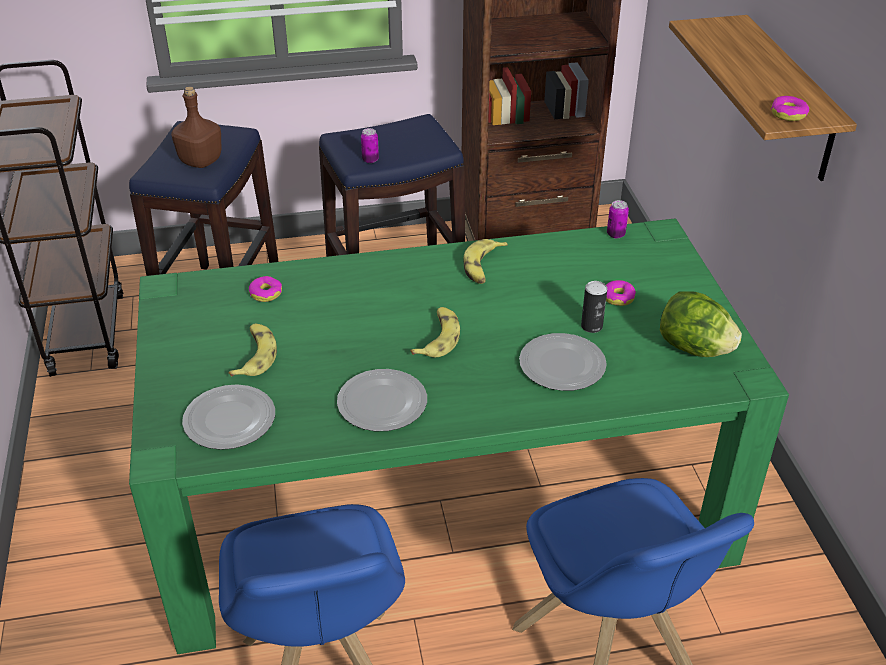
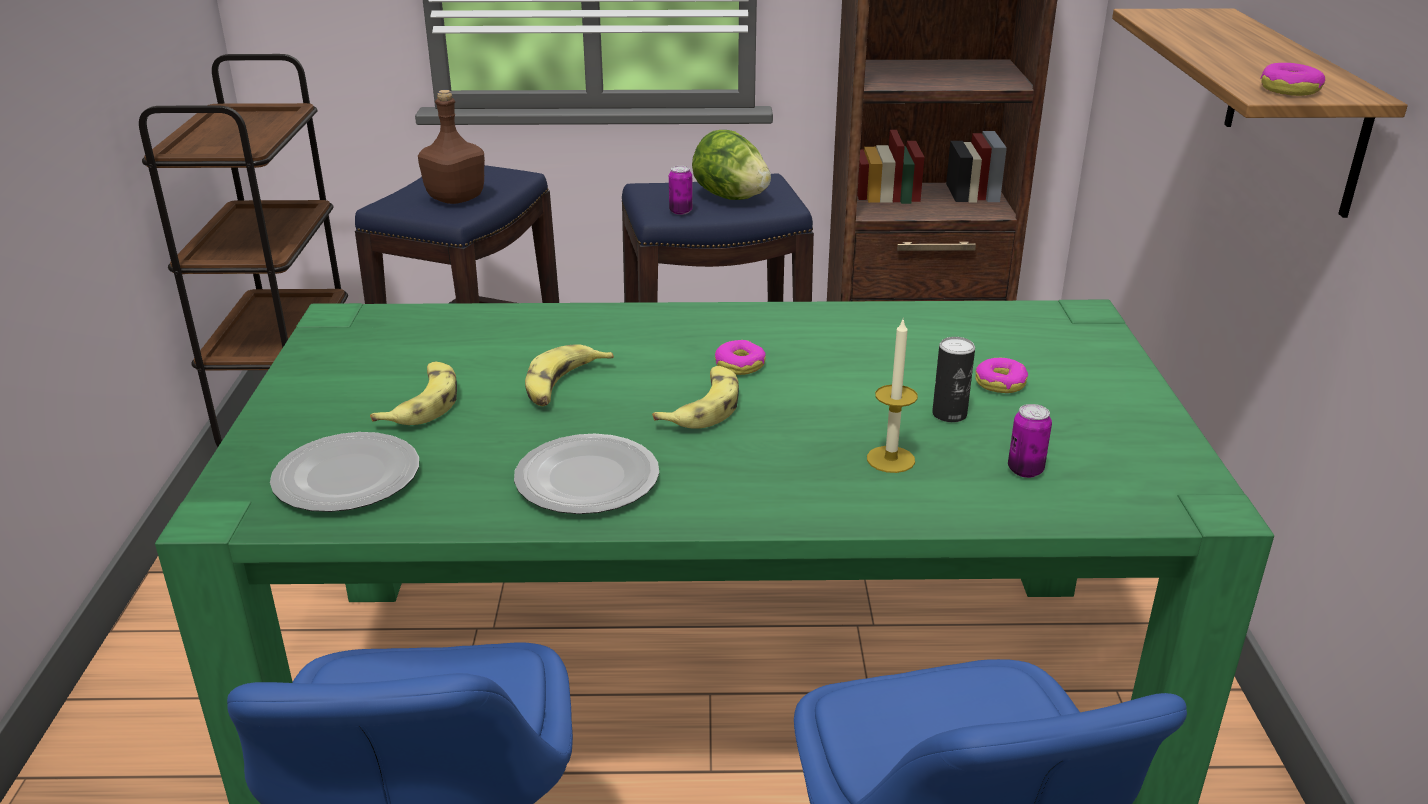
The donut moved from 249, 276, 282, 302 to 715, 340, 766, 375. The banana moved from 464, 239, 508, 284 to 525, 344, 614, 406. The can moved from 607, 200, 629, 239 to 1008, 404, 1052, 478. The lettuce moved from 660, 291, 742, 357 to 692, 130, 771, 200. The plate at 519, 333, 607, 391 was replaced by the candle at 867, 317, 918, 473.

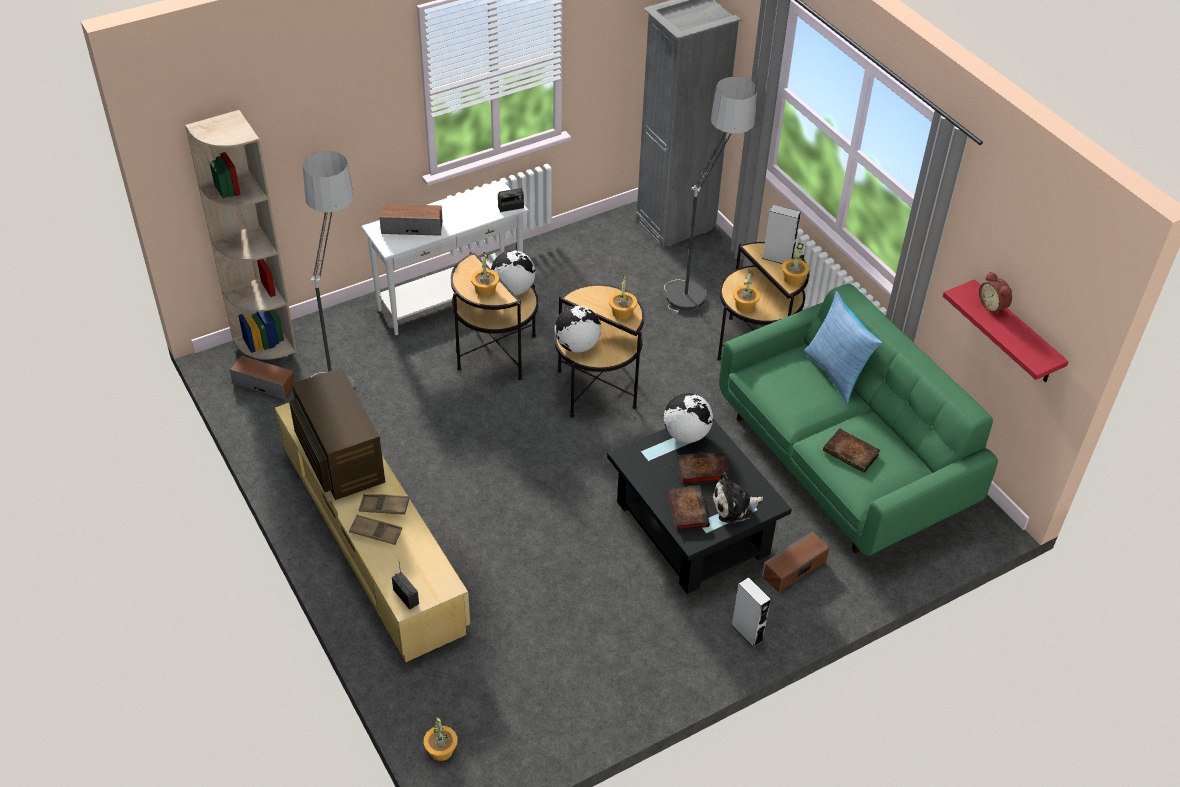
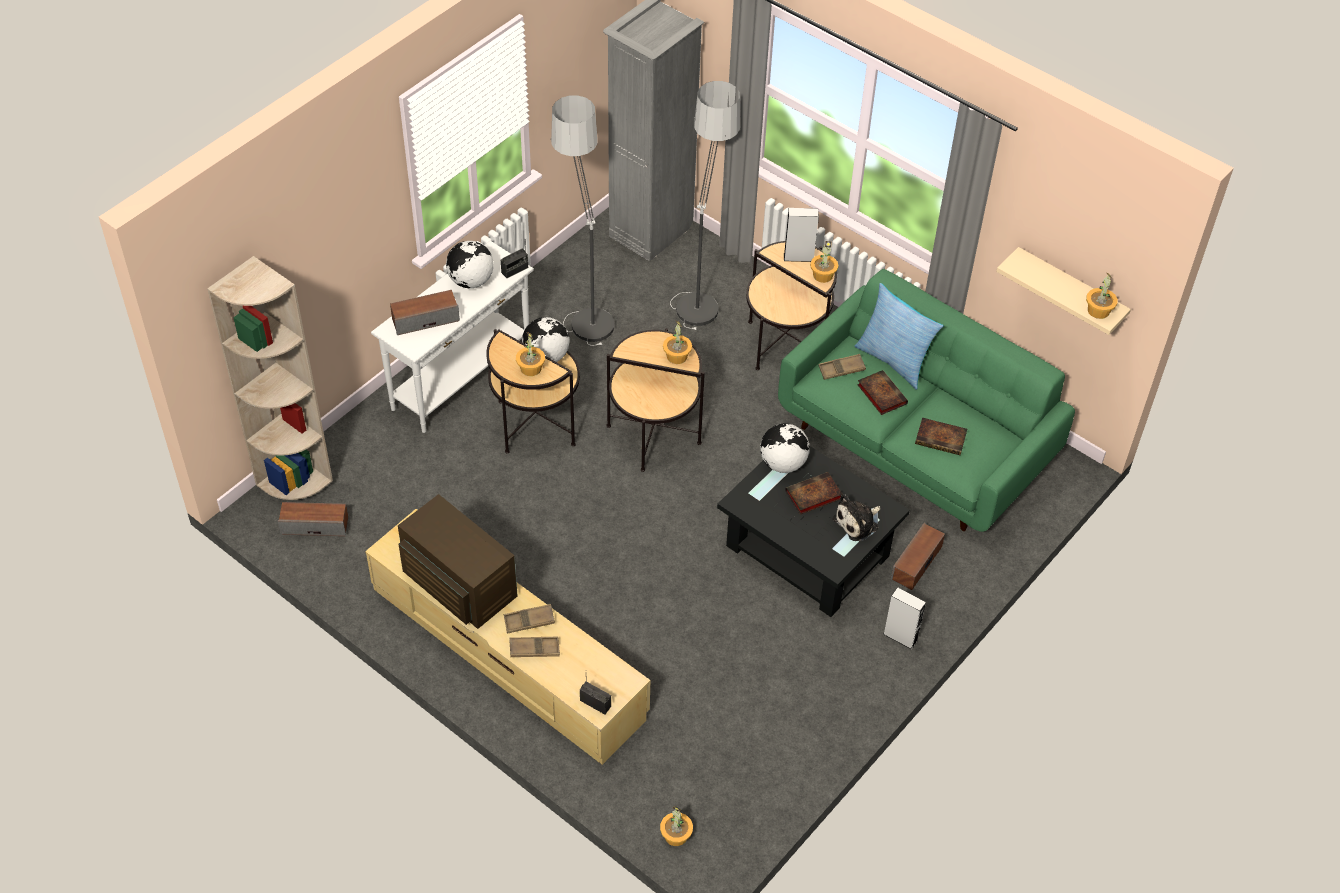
The alarm clock at 979, 272, 1012, 315 disappeared. The tray (brown) at 818, 354, 866, 380 appeared. The floor lamp moved from 303, 151, 355, 390 to 550, 95, 614, 346. The globe moved from 555, 306, 601, 353 to 446, 241, 494, 288. The book moved from 668, 485, 710, 530 to 857, 370, 908, 415. The potted plant moved from 733, 269, 760, 312 to 1086, 272, 1118, 319. The shelf (red) at 943, 279, 1069, 382 became the shelf (beige) at 996, 247, 1131, 335.

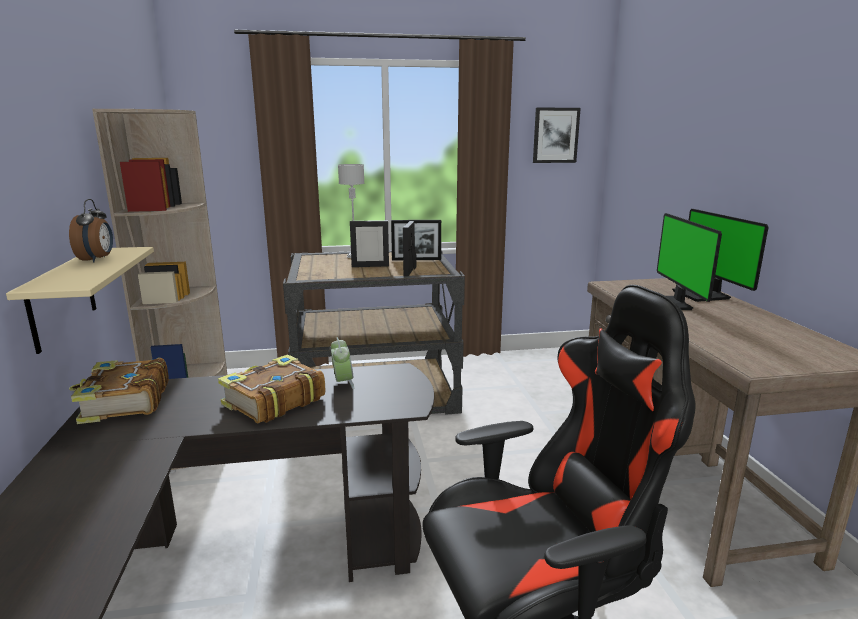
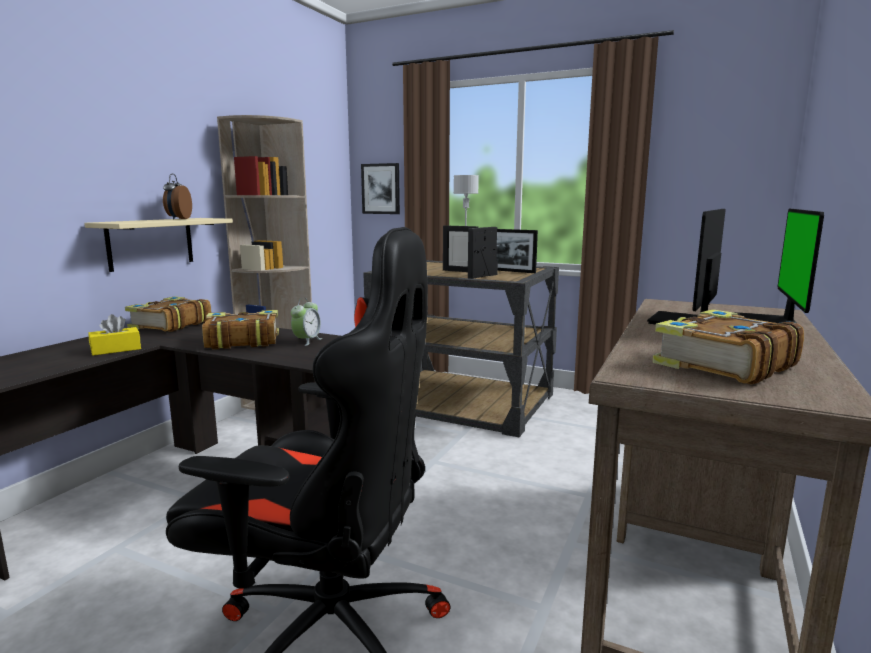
The tissue box (yellow) at 88, 314, 141, 356 appeared. The book at 652, 309, 804, 385 appeared. The picture moved from 533, 108, 581, 163 to 361, 163, 400, 214. The alarm clock at 69, 199, 113, 263 turned 150 degrees clockwise.

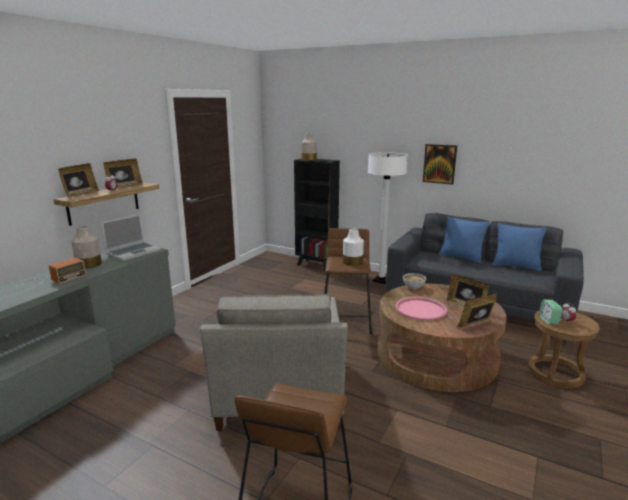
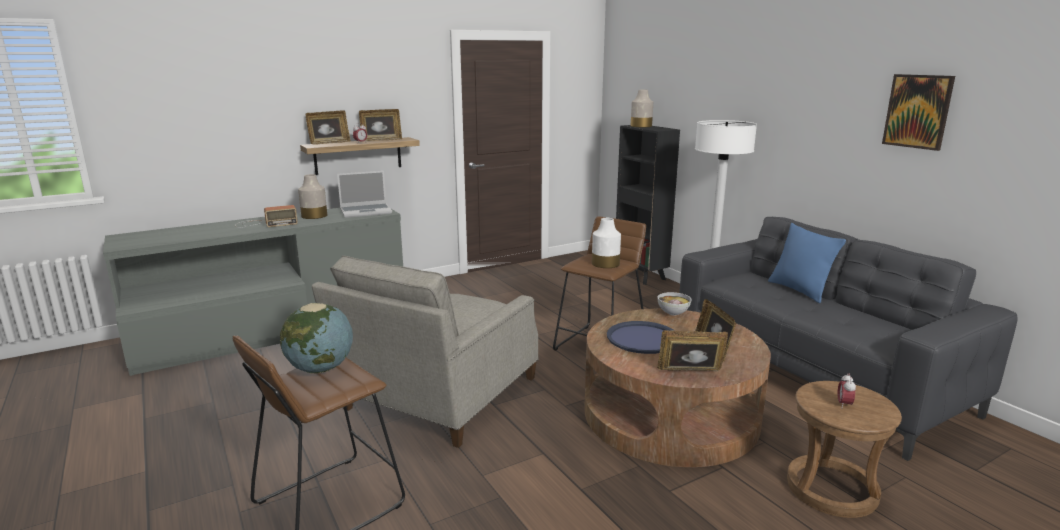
The pillow (blue) at 492, 223, 547, 271 disappeared. The alarm clock at 539, 300, 562, 324 disappeared. The globe at 280, 303, 353, 374 appeared. The picture moved from 423, 144, 457, 185 to 882, 74, 955, 151. The tray (pink) at 395, 297, 447, 321 became the tray (blue) at 607, 321, 675, 354.

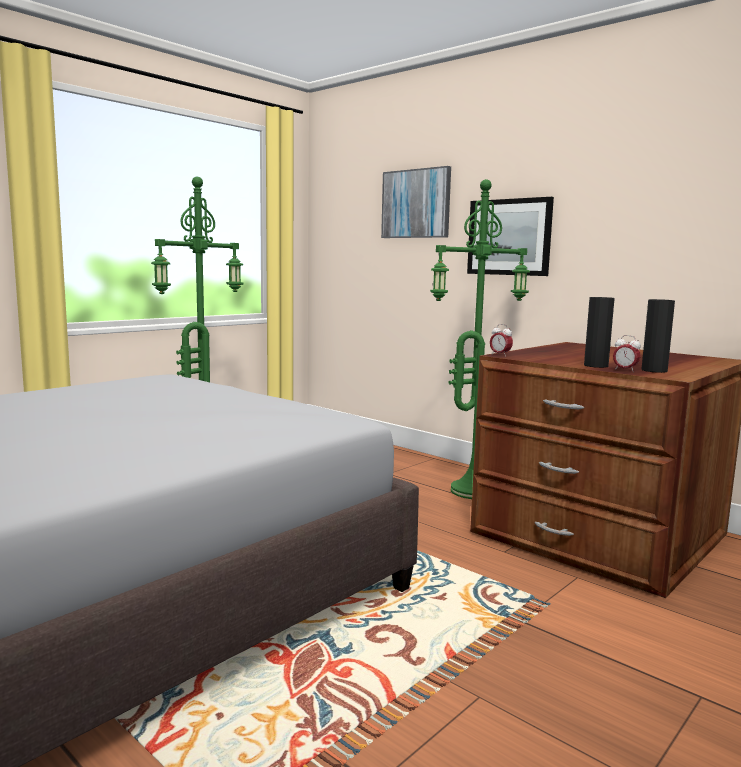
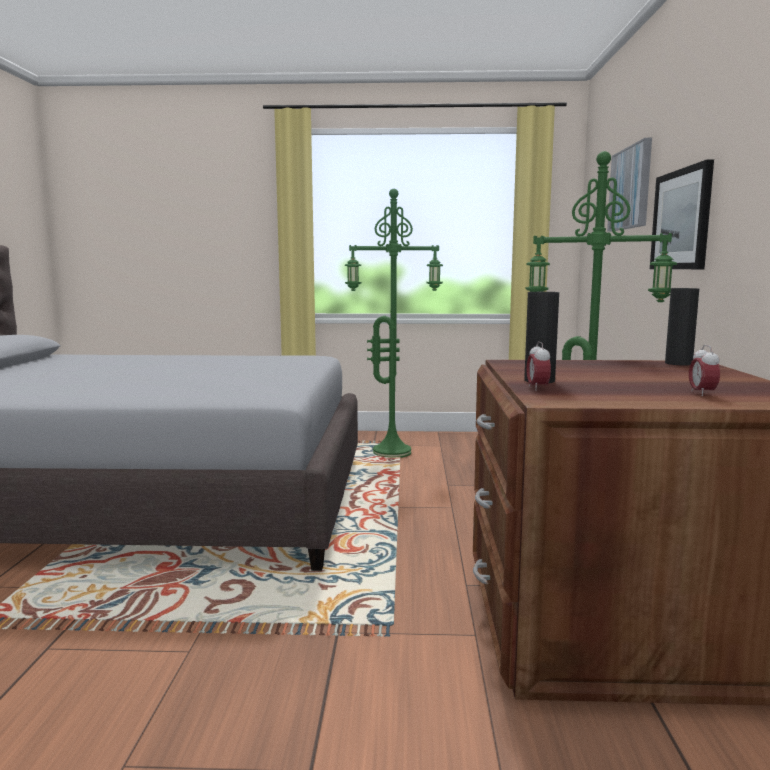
The alarm clock moved from 490, 324, 513, 357 to 689, 345, 720, 396. The vase (black) moved from 642, 299, 675, 373 to 665, 288, 699, 366.

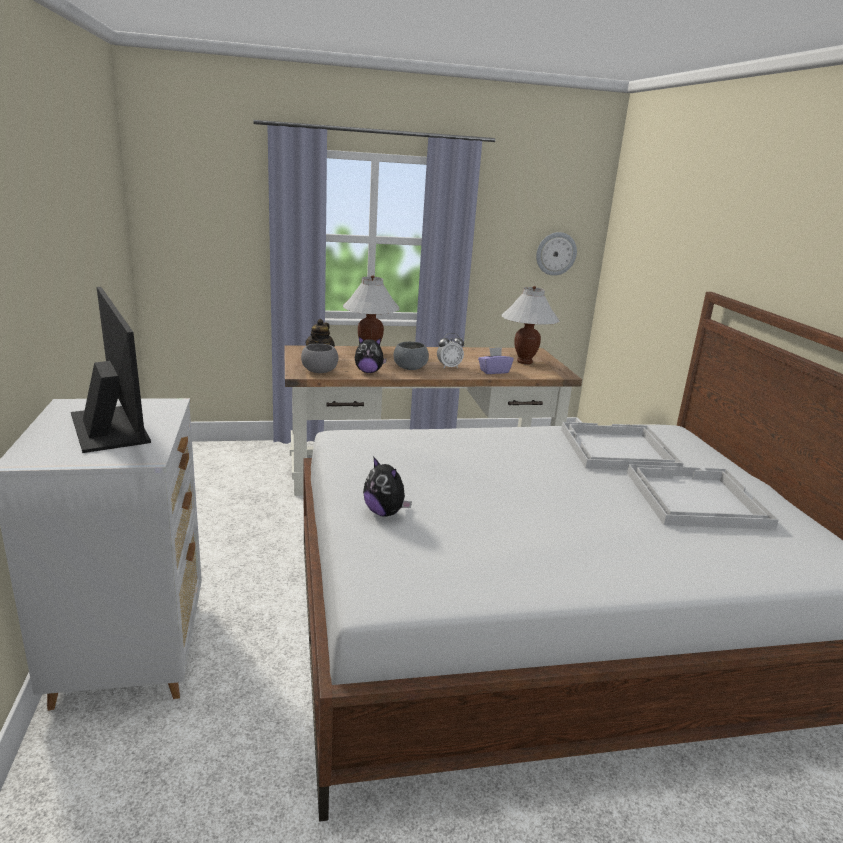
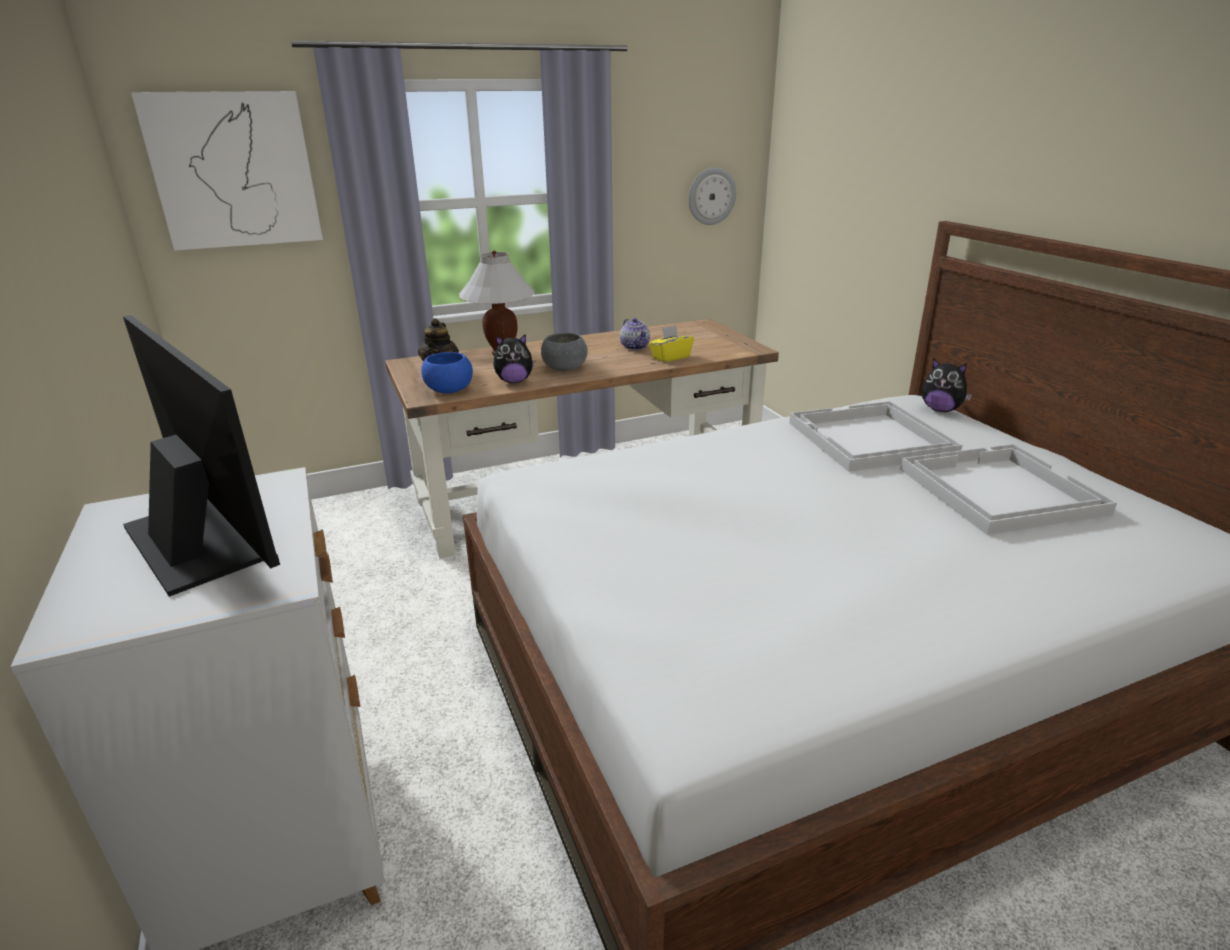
The alarm clock at 437, 333, 464, 369 disappeared. The table lamp (white) at 502, 286, 559, 364 disappeared. The picture at 131, 91, 323, 251 appeared. The teapot at 620, 318, 650, 350 appeared. The plush toy moved from 363, 456, 412, 517 to 922, 358, 973, 412. The bowl (grey) at 301, 344, 338, 373 became the bowl (blue) at 421, 352, 473, 393. The tissue box (purple) at 478, 347, 514, 374 became the tissue box (yellow) at 649, 326, 694, 362.

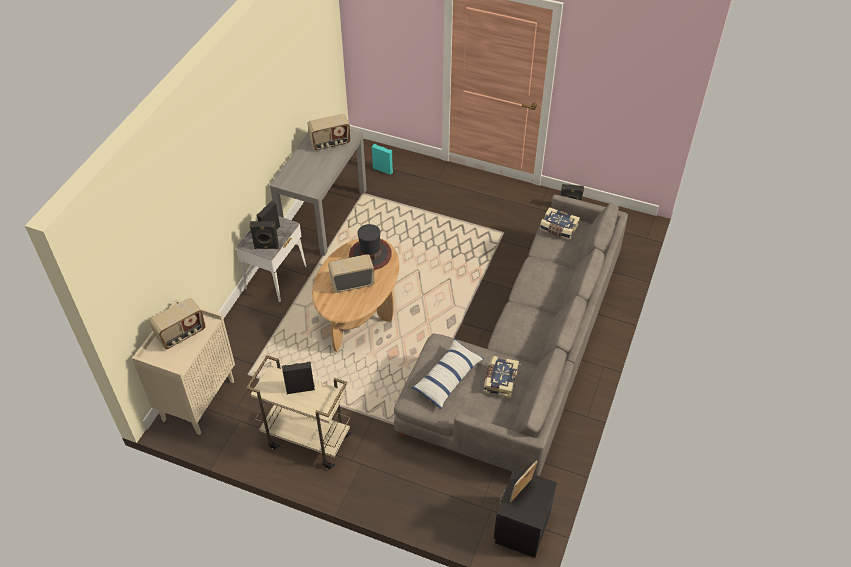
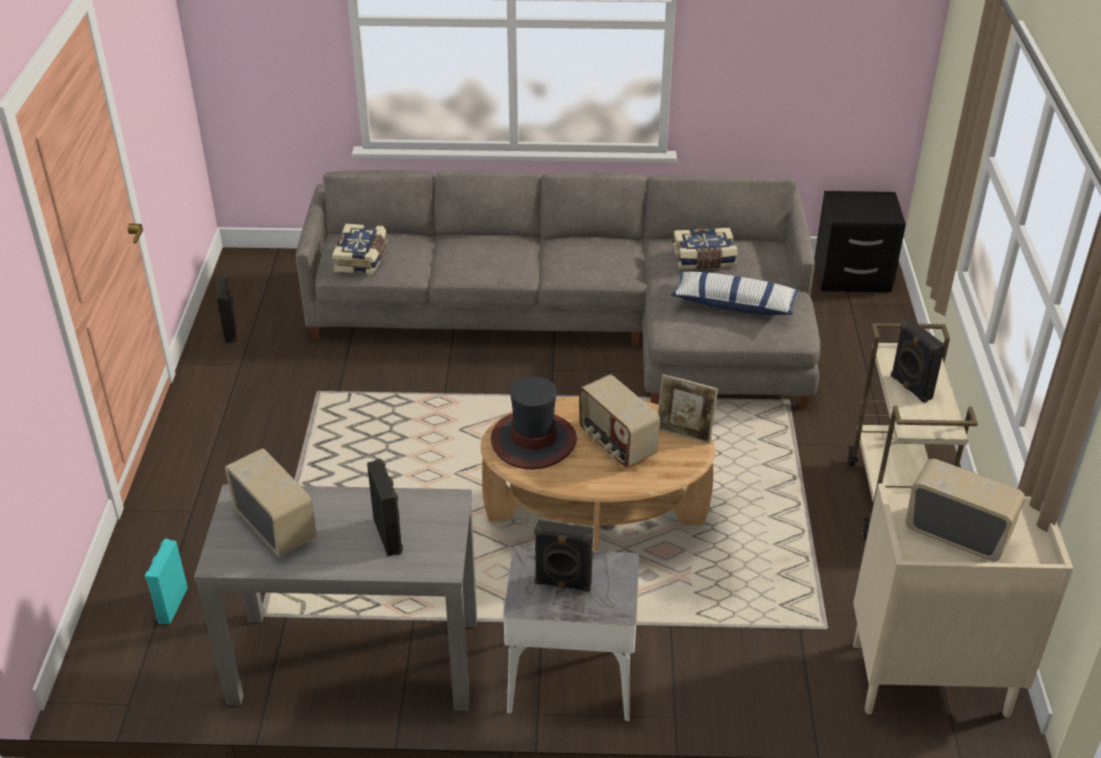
The speaker (black) moved from 249, 221, 279, 249 to 367, 459, 403, 556. The picture frame moved from 510, 460, 537, 502 to 658, 374, 718, 444.

